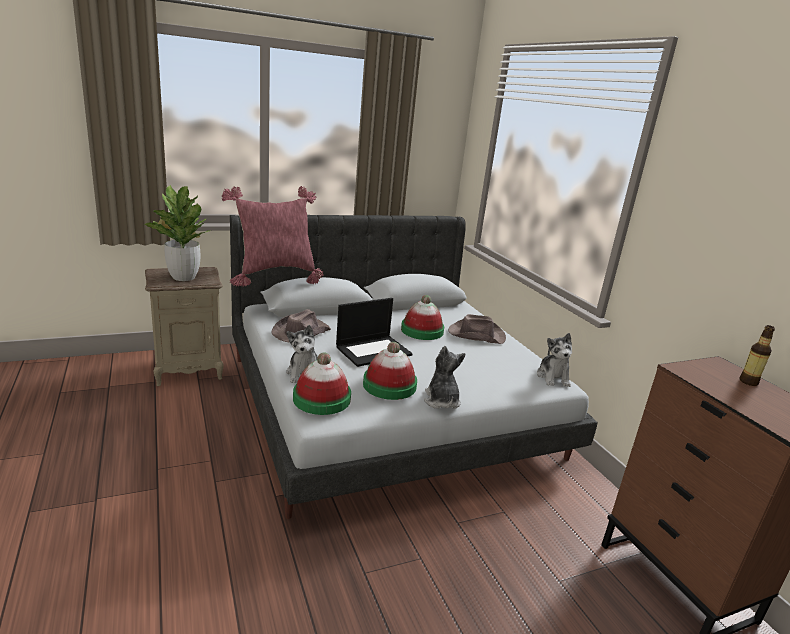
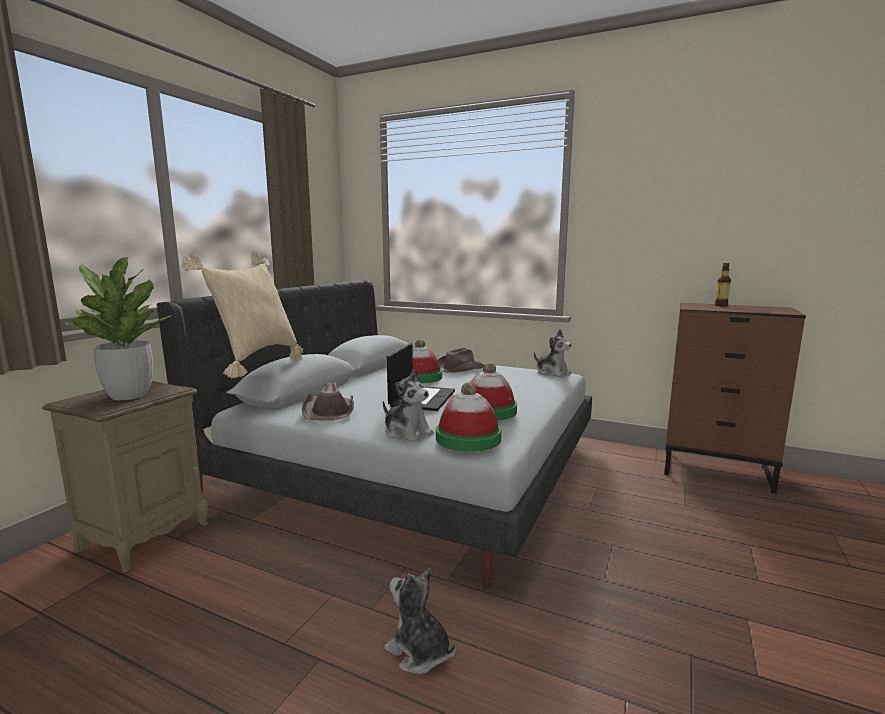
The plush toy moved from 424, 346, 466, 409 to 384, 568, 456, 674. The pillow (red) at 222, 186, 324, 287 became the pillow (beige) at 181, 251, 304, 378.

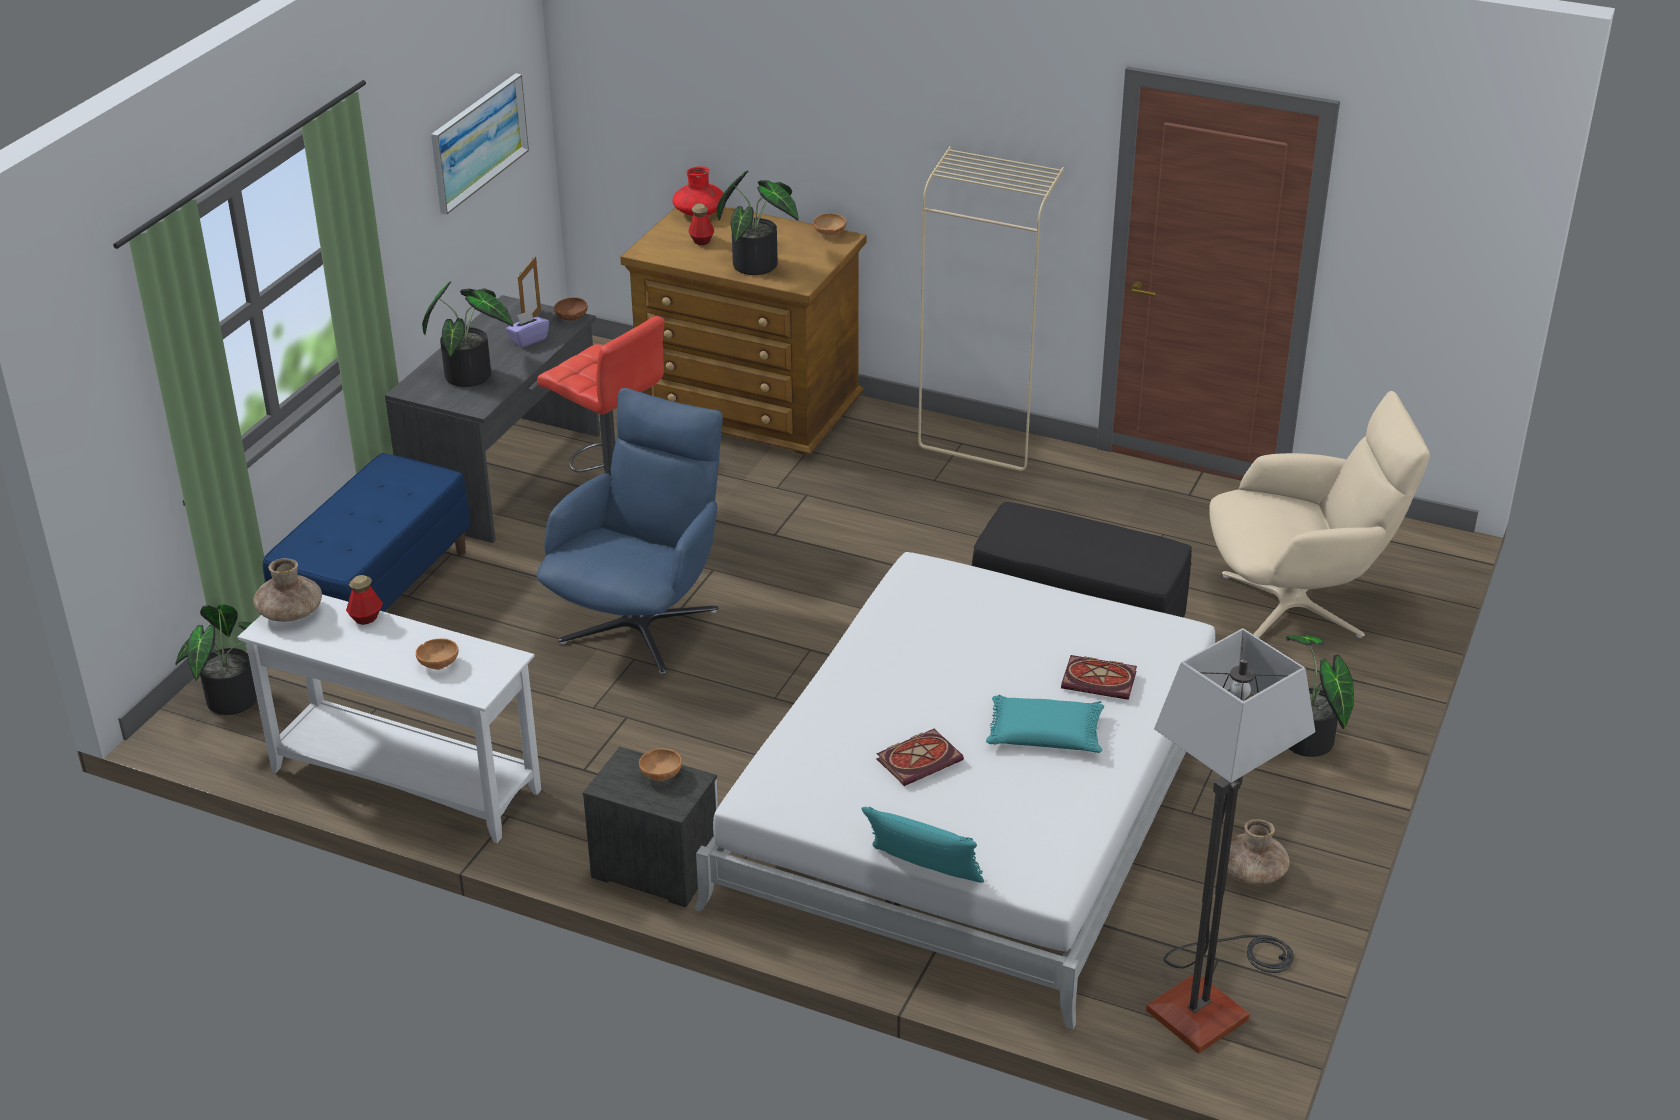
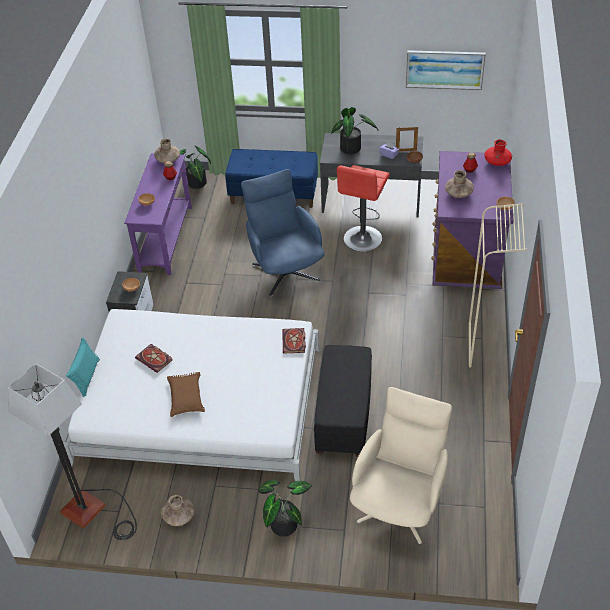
The book moved from 1061, 655, 1137, 700 to 283, 328, 306, 354. The potted plant at 716, 171, 799, 275 was replaced by the vase (brown) at 445, 170, 474, 198. The console table (white) at 237, 594, 541, 843 became the console table (purple) at 124, 153, 192, 275. The dresser (brown) at 620, 207, 867, 454 became the dresser (purple) at 431, 151, 514, 289. The pillow (turquoise) at 986, 695, 1104, 753 became the pillow (brown) at 167, 372, 205, 417. The armchair (blue) at 537, 388, 723, 673 turned 120 degrees counterclockwise. The armchair (beige) at 1209, 391, 1430, 638 turned 135 degrees counterclockwise.

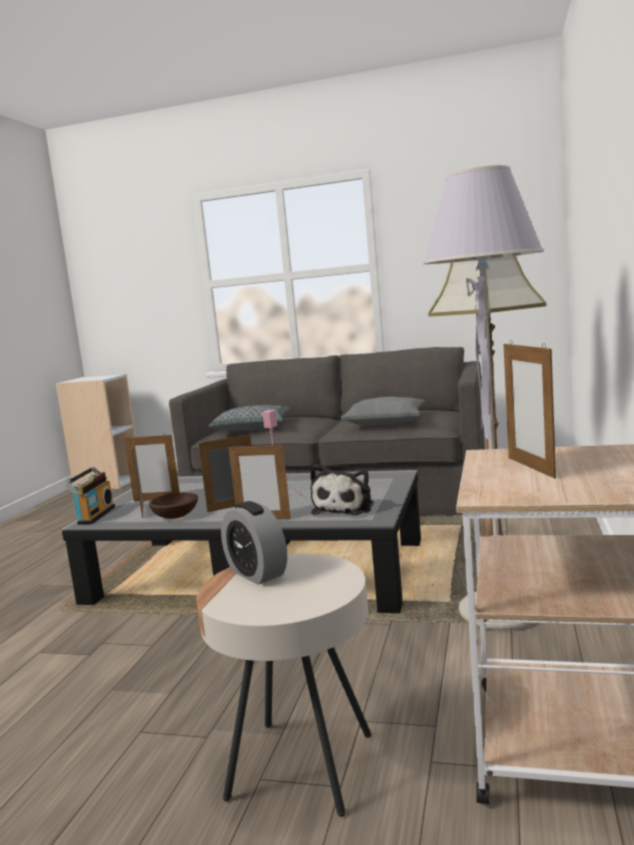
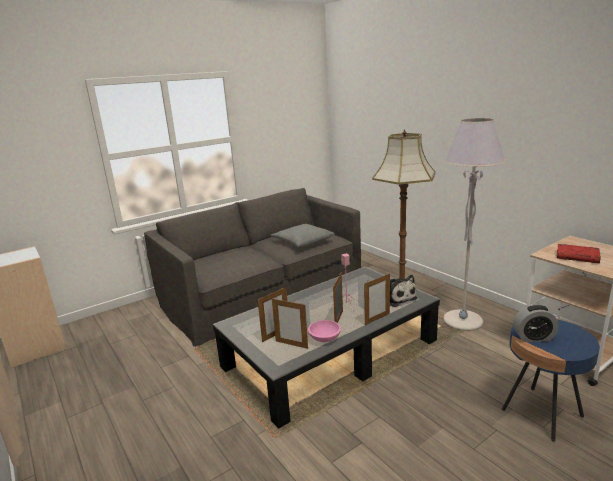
The radio at 64, 467, 115, 525 disappeared. The pillow (grey) at 209, 405, 290, 431 disappeared. The picture frame at 503, 340, 556, 479 was replaced by the book (red) at 557, 244, 601, 263. The bowl (brown) at 149, 492, 198, 519 became the bowl (pink) at 308, 320, 341, 342. The side table (beige) at 196, 553, 371, 817 became the side table (blue) at 502, 319, 600, 442.

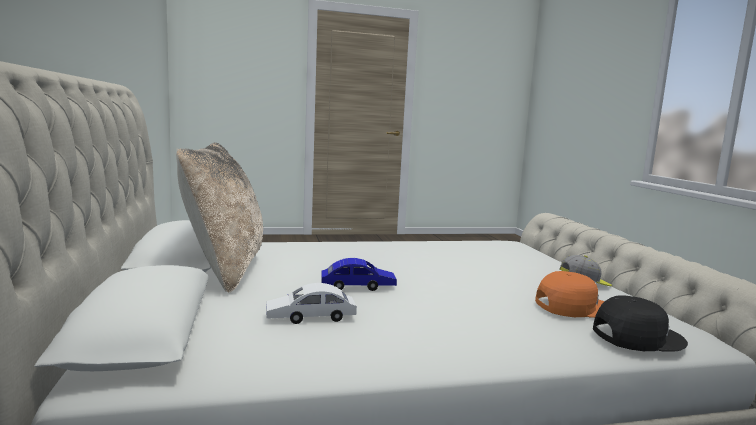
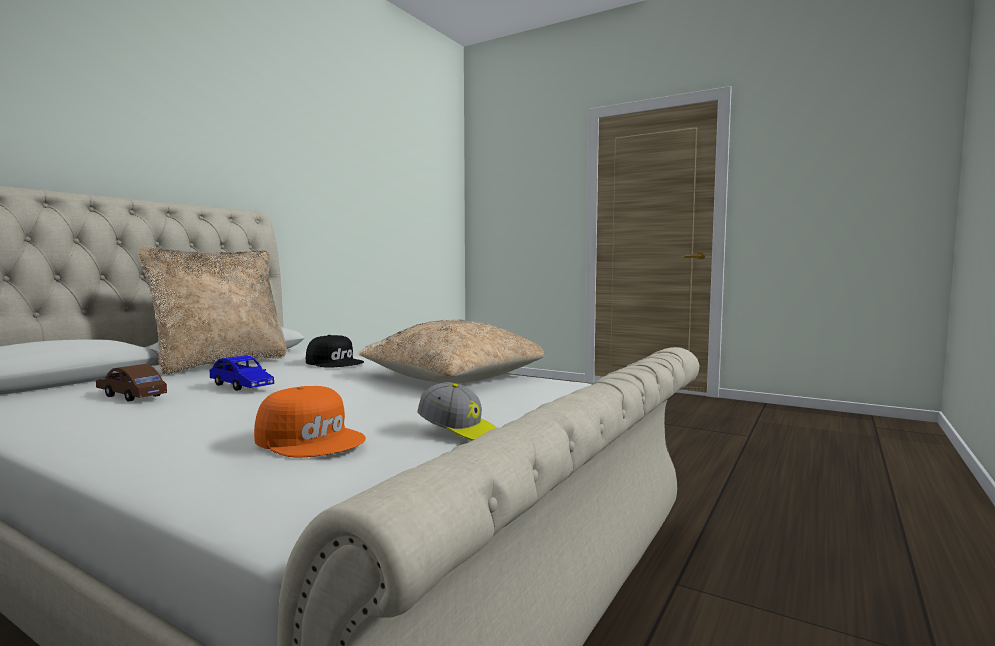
The pillow (beige) at 358, 320, 545, 383 appeared. The cap (black) moved from 593, 295, 688, 351 to 306, 335, 364, 368. The toy car (white) at 266, 283, 357, 324 became the toy car (brown) at 96, 364, 167, 402.

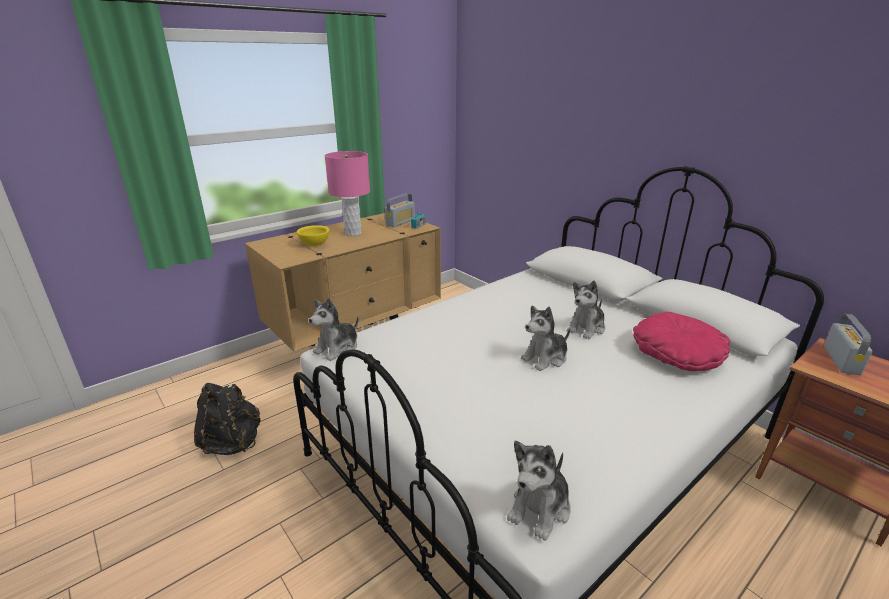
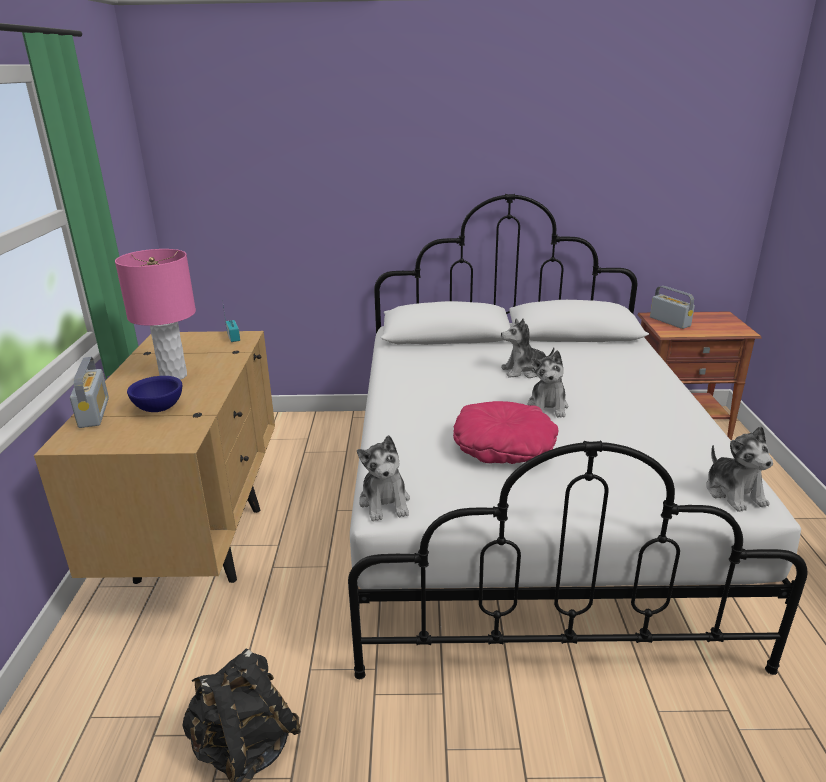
The radio moved from 385, 193, 415, 227 to 70, 357, 109, 428. The pillow (pink) moved from 633, 312, 730, 371 to 453, 401, 558, 464. The bowl (yellow) at 297, 225, 330, 246 became the bowl (blue) at 127, 376, 182, 412. The plush toy at 567, 280, 605, 339 turned 90 degrees clockwise.

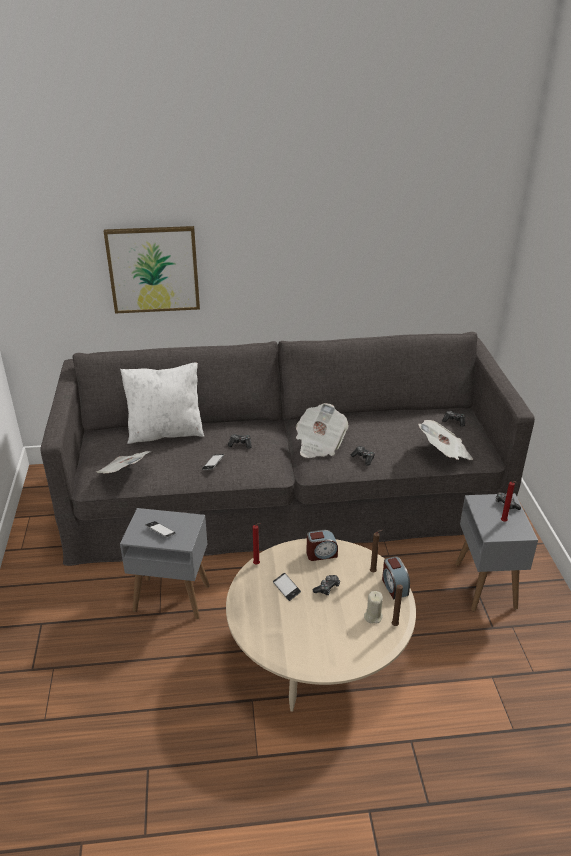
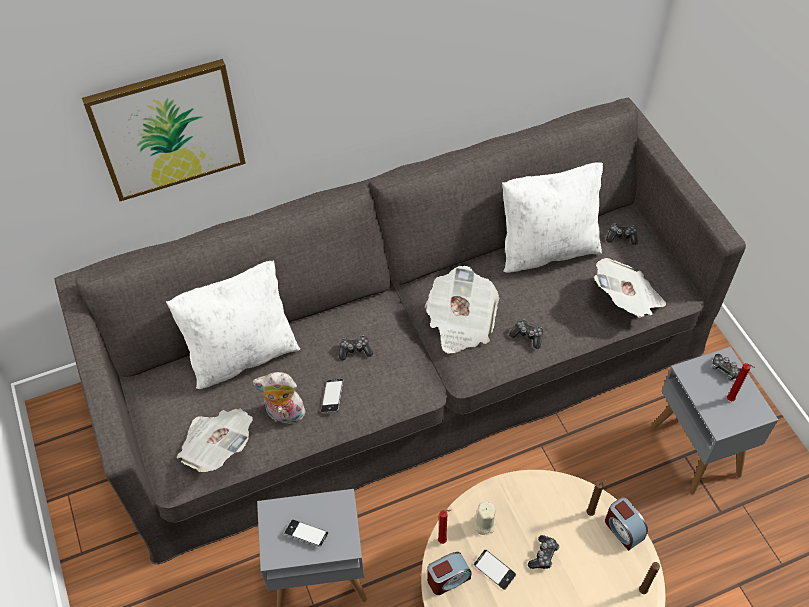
The plush toy at 253, 372, 309, 424 appeared. The pillow (white) at 502, 162, 603, 273 appeared. The alarm clock moved from 306, 530, 338, 561 to 427, 552, 471, 595. The candle (beige) moved from 364, 591, 383, 623 to 473, 502, 495, 535.

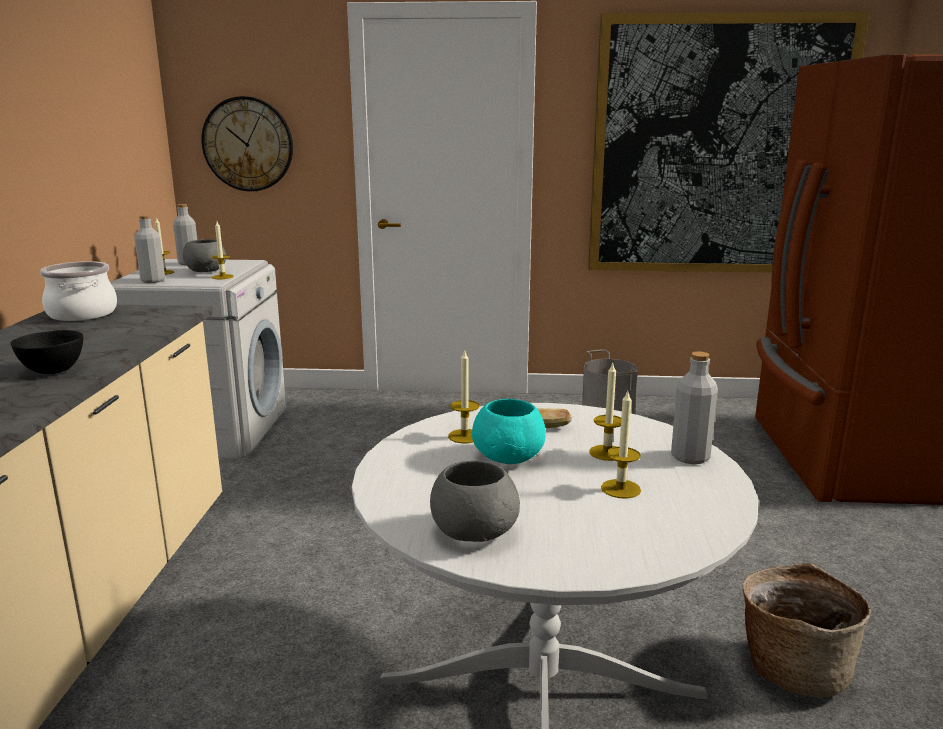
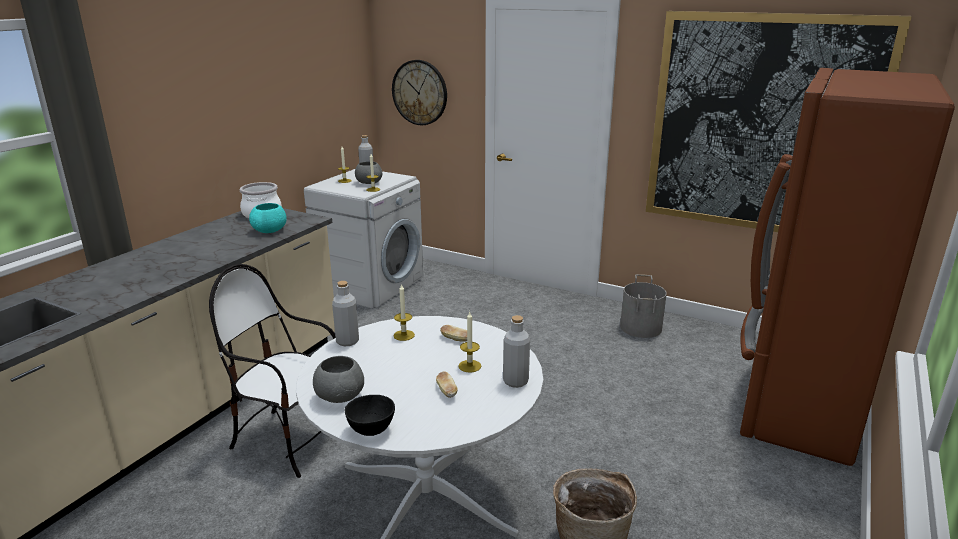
The chair at 209, 264, 336, 478 appeared. The bowl (black) moved from 11, 330, 83, 374 to 345, 395, 395, 436. The bottle (grey) moved from 135, 215, 165, 283 to 332, 281, 359, 346. The bowl (turquoise) moved from 472, 399, 546, 464 to 249, 203, 287, 233. The candle at 601, 390, 641, 498 was replaced by the bread at 436, 371, 458, 398.

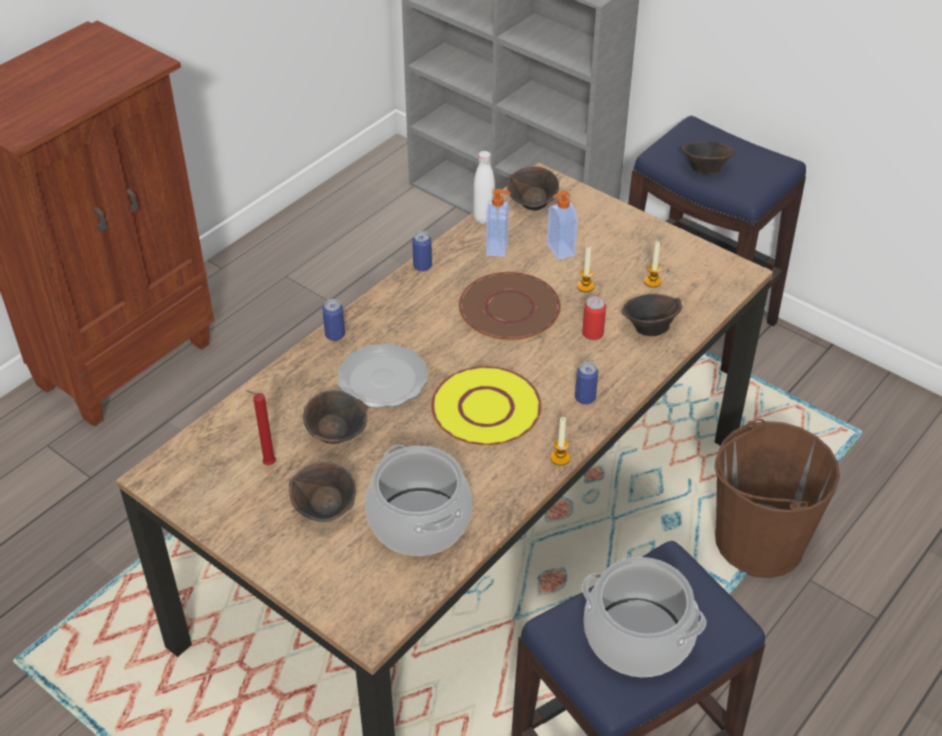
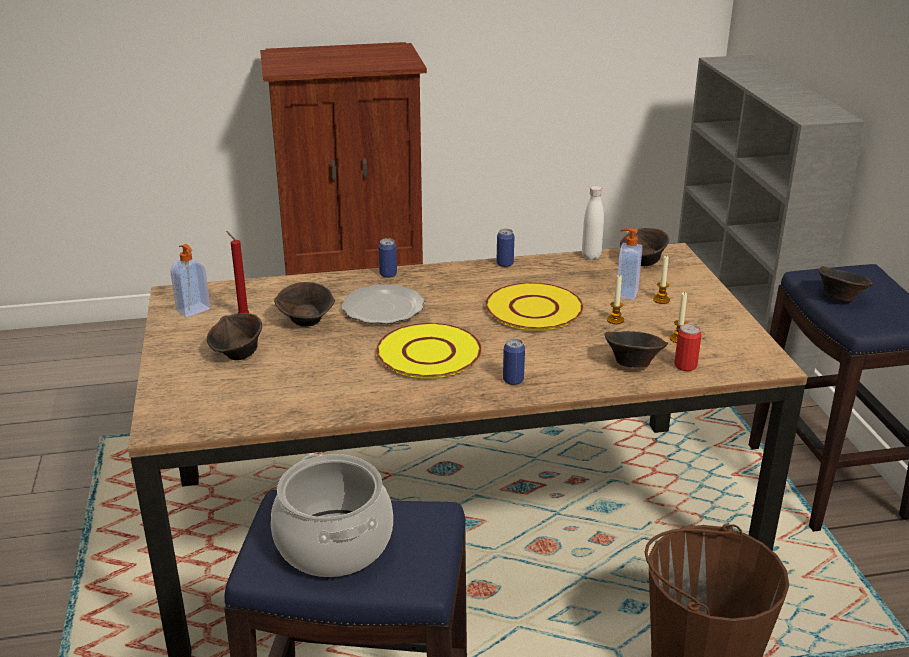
The cooking pot at 365, 445, 472, 556 disappeared. The soap dispenser moved from 486, 189, 510, 257 to 170, 244, 210, 317. The candle moved from 550, 417, 570, 466 to 653, 256, 670, 304. The can moved from 582, 296, 606, 340 to 674, 324, 702, 371. The plate (brown) at 459, 272, 561, 340 became the plate (yellow) at 485, 282, 583, 331.

